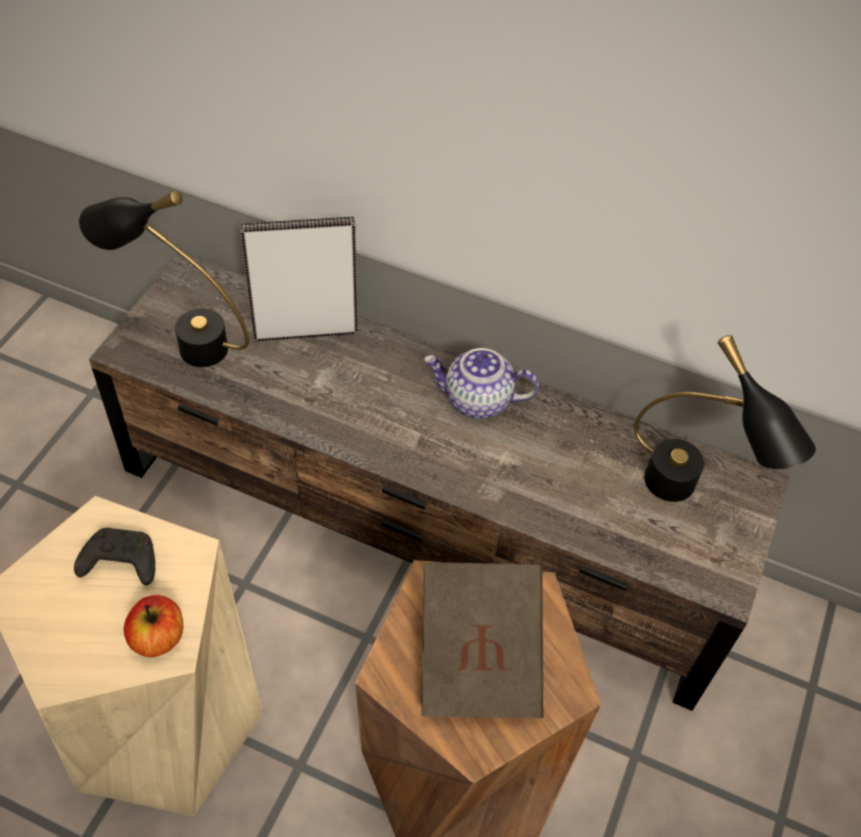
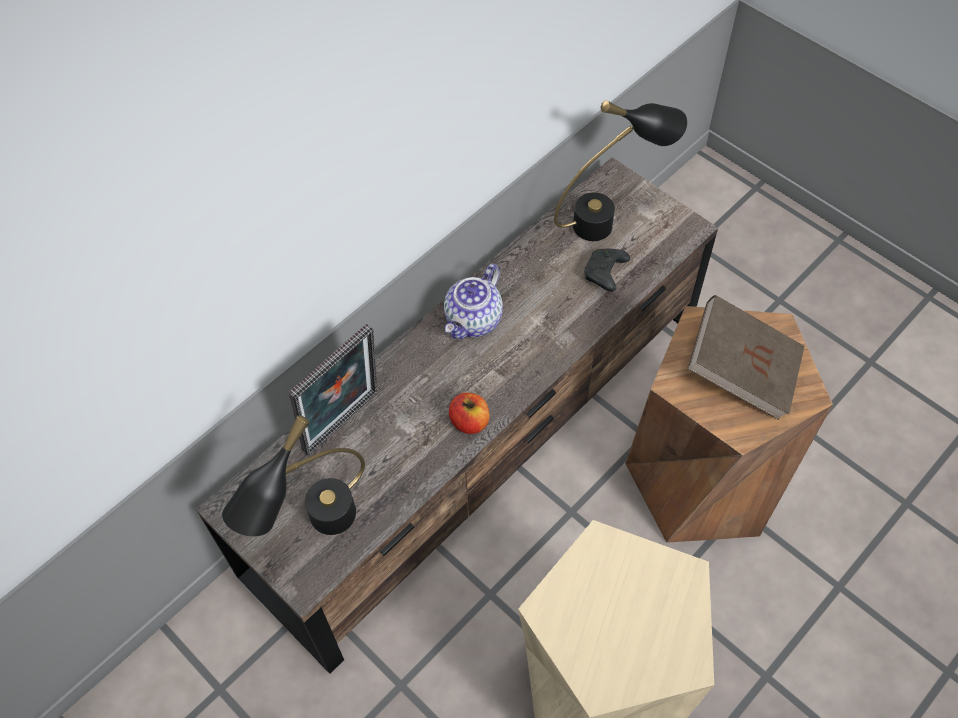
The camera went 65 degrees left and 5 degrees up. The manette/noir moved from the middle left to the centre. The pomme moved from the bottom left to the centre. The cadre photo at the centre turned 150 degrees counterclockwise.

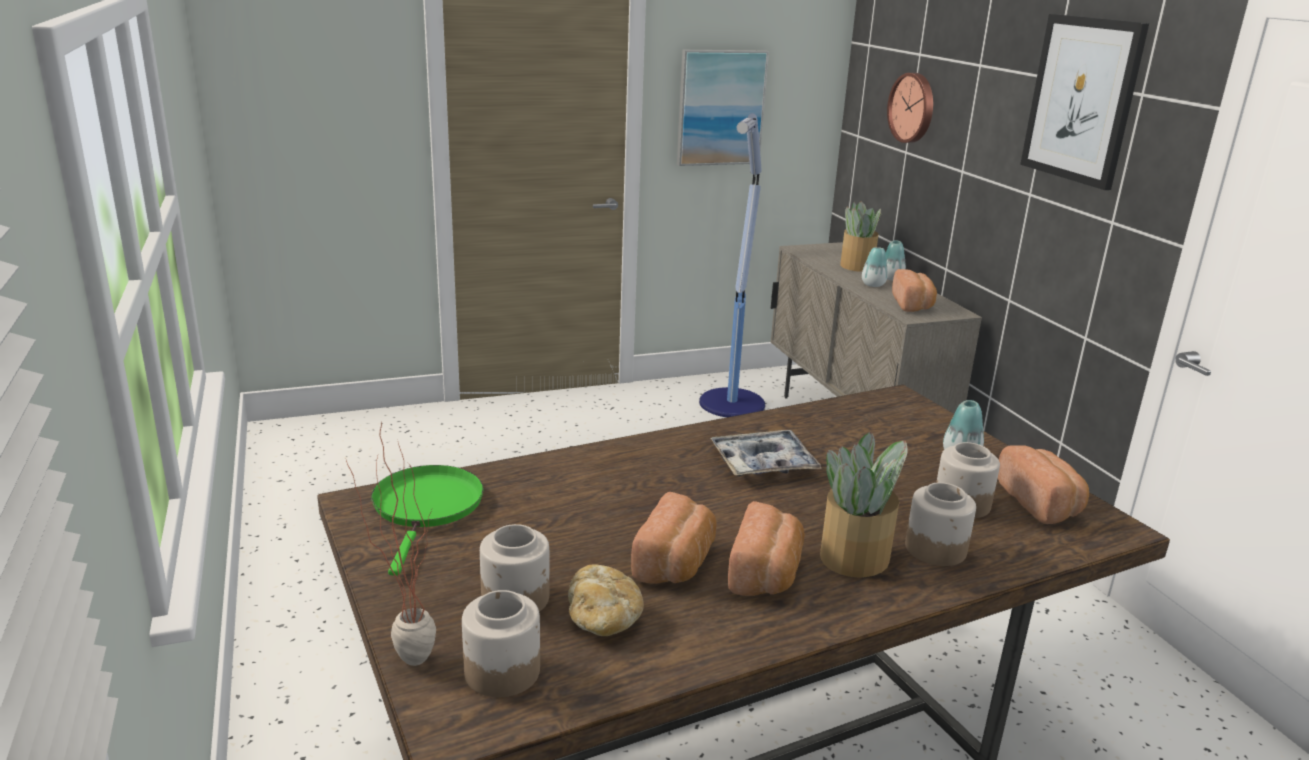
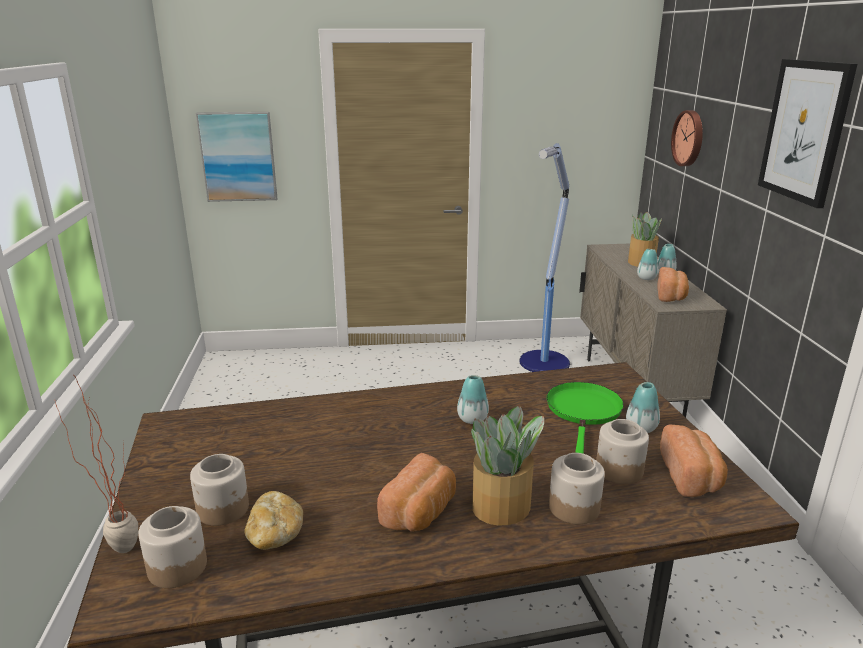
The camera went 15 degrees right and 0 degrees up. The pain (2nd from left) at the bottom centre disappeared. The poêle/vert moved from the bottom left to the middle right. The tableau (1st from left) moved from the top centre to the top left. The plateau at the centre was replaced by the vase (1st from left) at the centre.

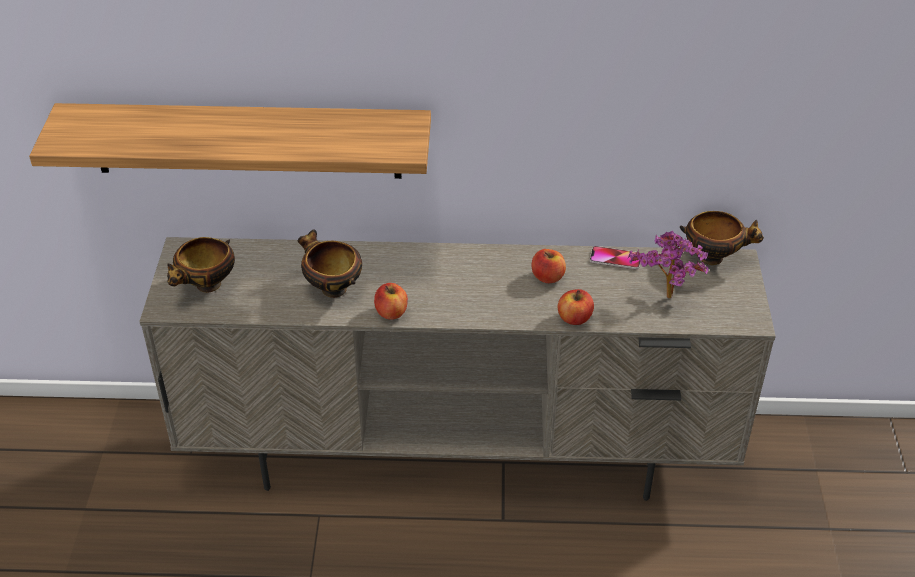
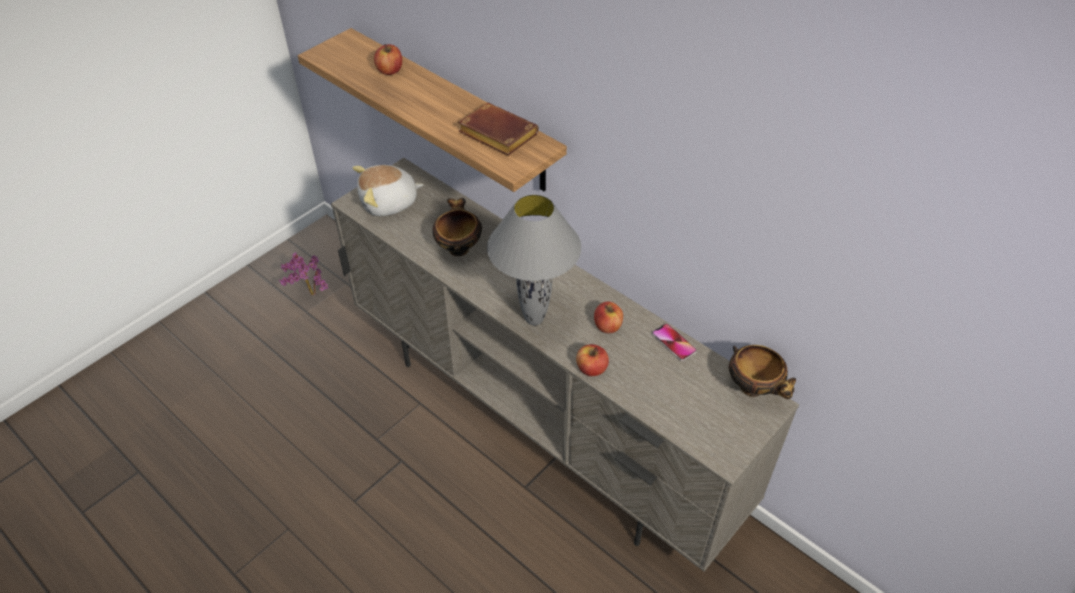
The camera went 40 degrees right and 5 degrees up. The livre/marron at the top centre appeared. The lampe de table/gris at the centre appeared. The pomme (1st from left) moved from the centre to the top centre. The plante en pot moved from the middle right to the middle left. The bol (1st from left) at the middle left was replaced by the peluche at the top centre.

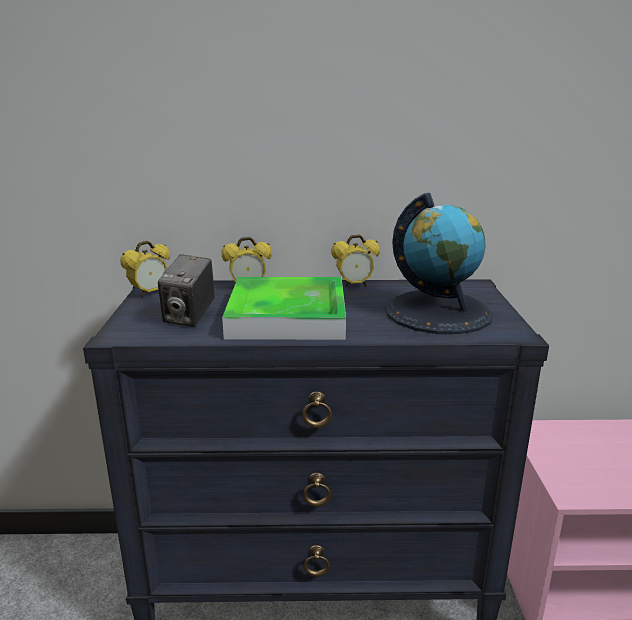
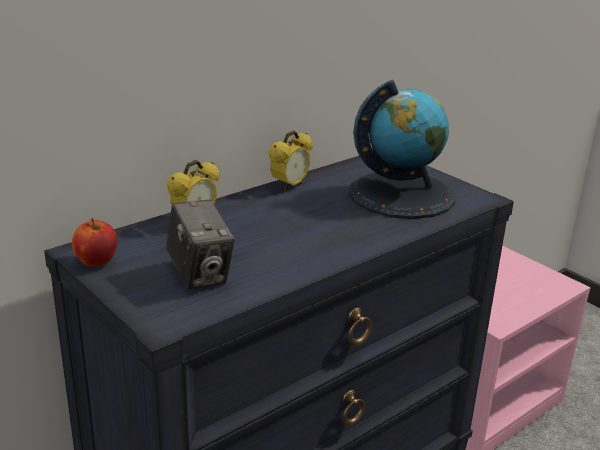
The camera went 40 degrees left and 5 degrees up. The plateau at the centre disappeared. The réveil (1st from left) at the middle left was replaced by the pomme at the middle left.

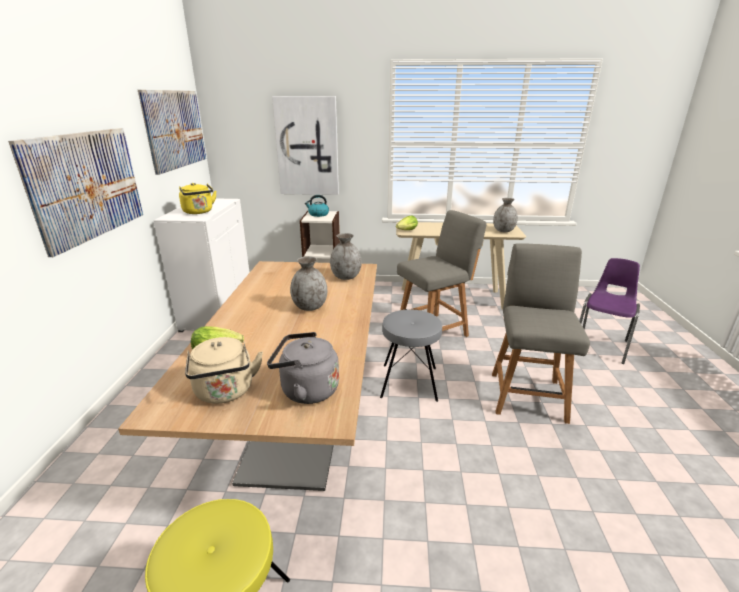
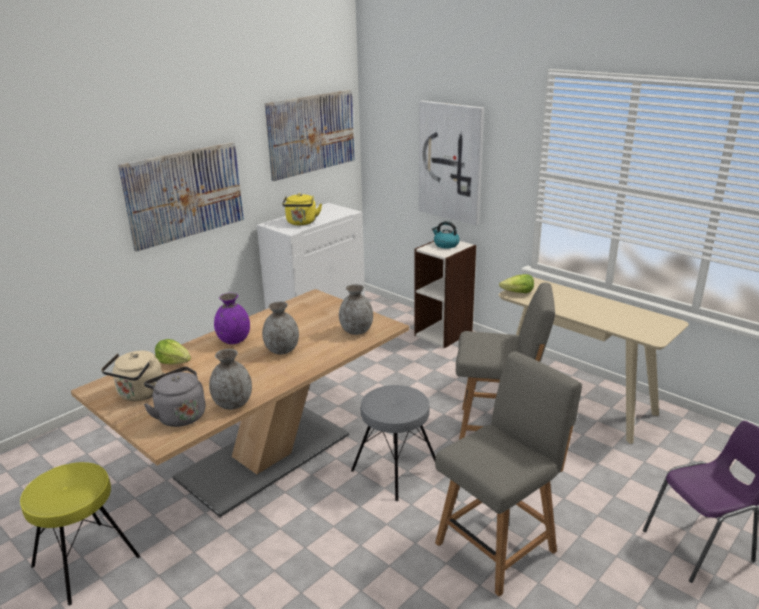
The camera went 40 degrees right and 0 degrees up. The vase/violet at the middle left appeared. The vase/gris (3rd from left in the first image) moved from the middle right to the middle left.

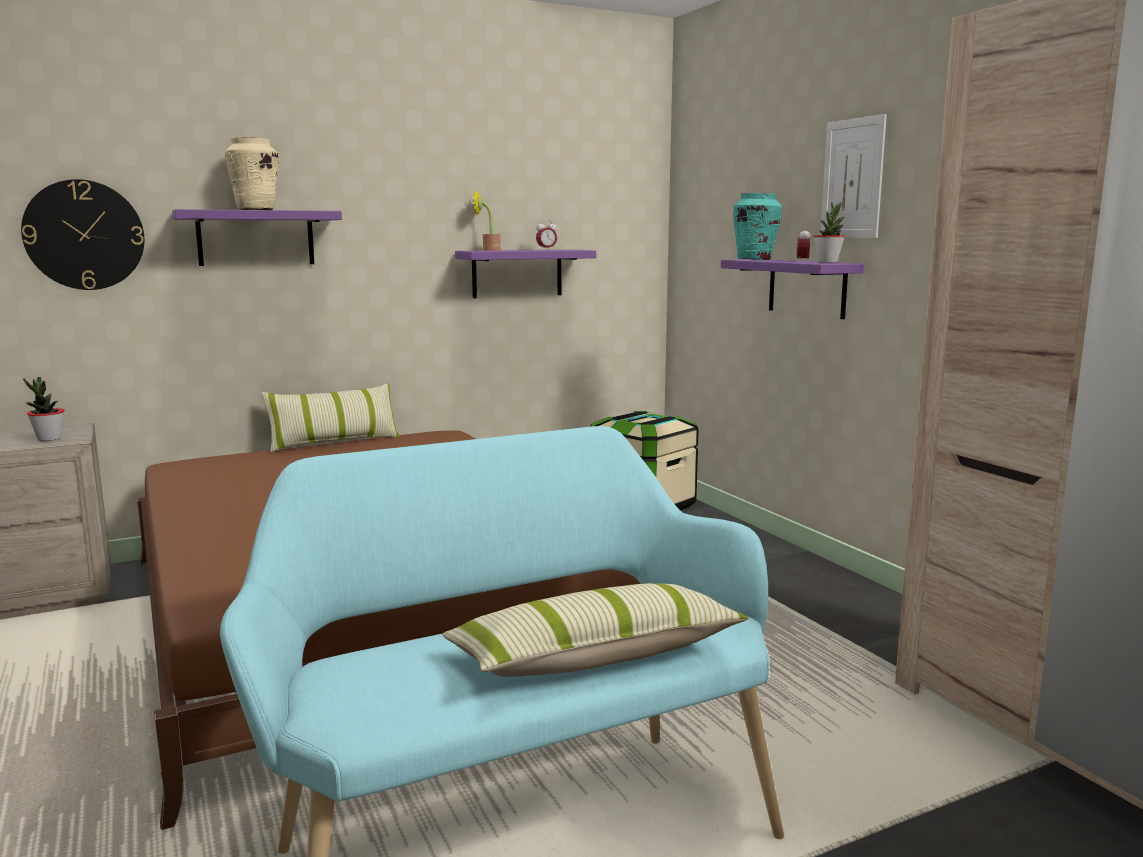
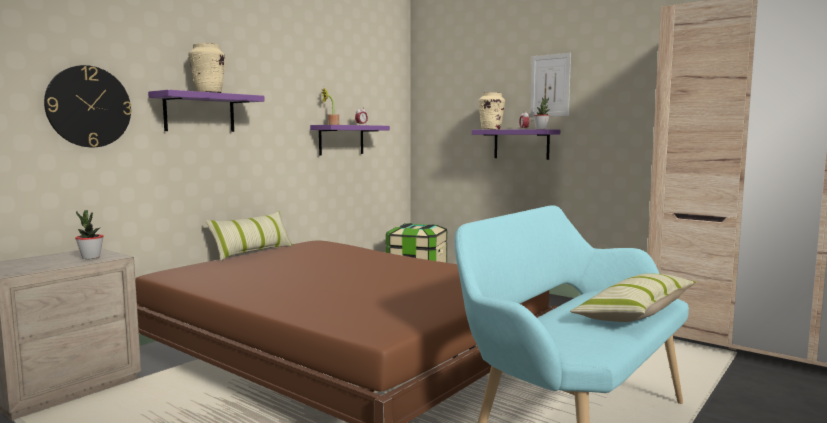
The camera went 25 degrees left and 5 degrees down. The vase/turquoise at the top centre became the vase/beige (2nd from left) at the top centre.

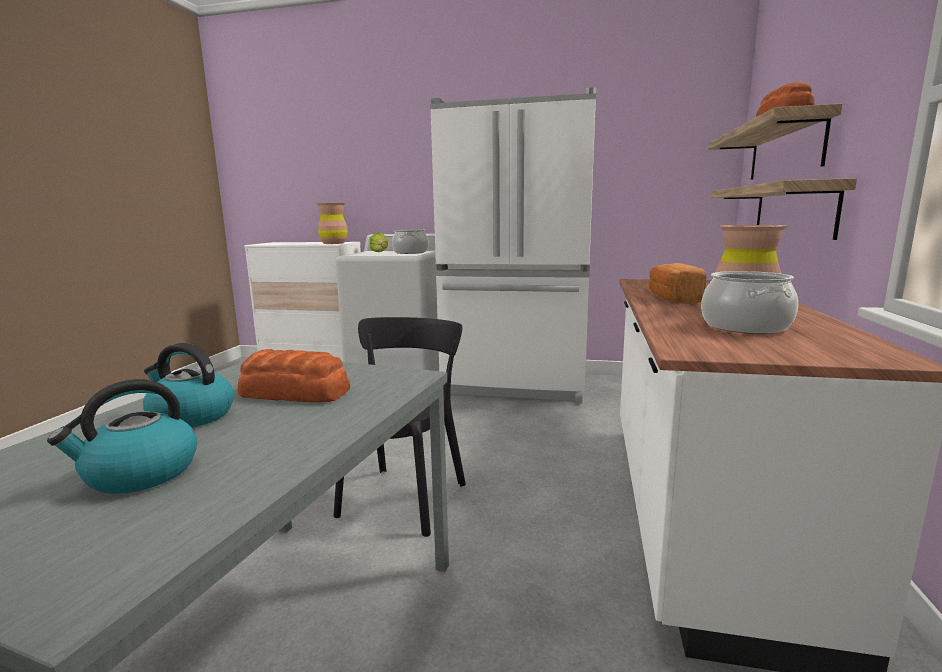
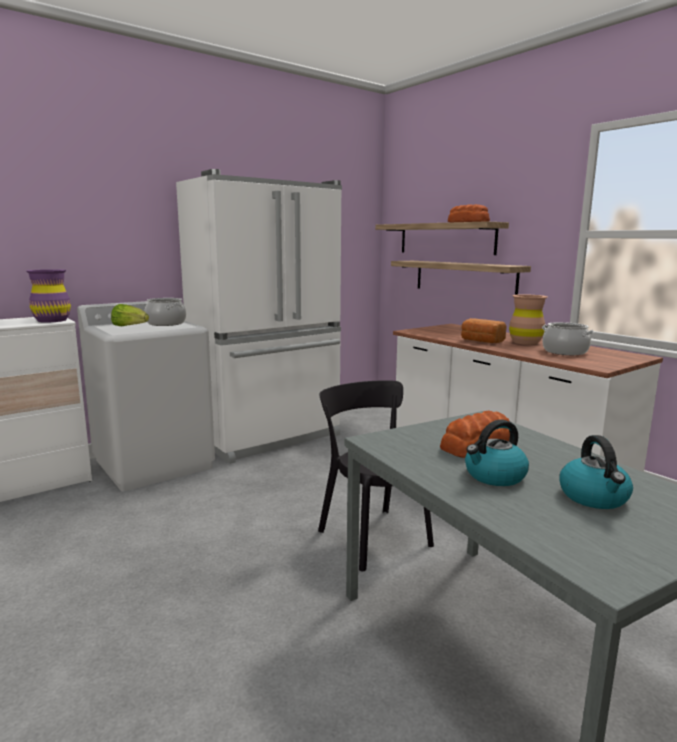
The camera went 50 degrees left and 0 degrees up. The vase/marron (1st from left) at the top centre became the vase/violet at the middle left.

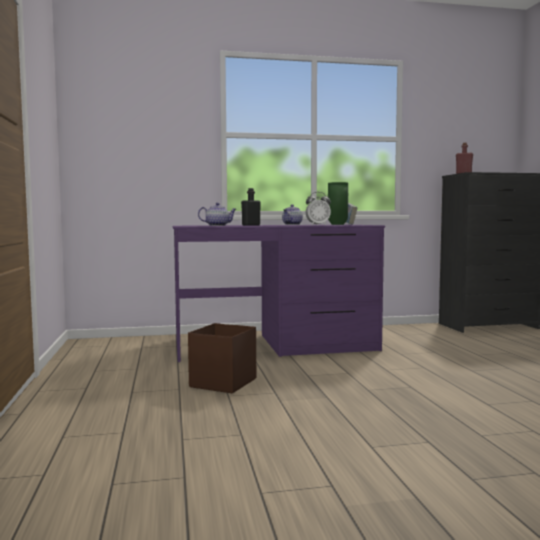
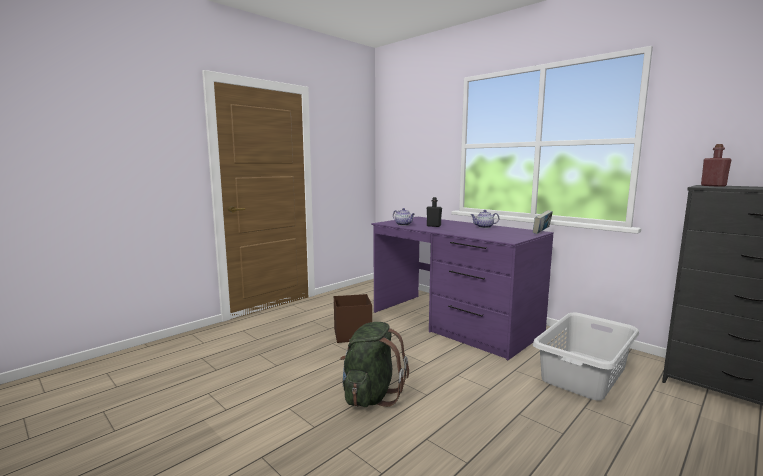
The camera went 55 degrees right and 5 degrees up. The réveil at the centre disappeared. The vase/vert at the centre disappeared. The sac à dos/vert at the bottom centre appeared. The panier à linge/gris at the bottom right appeared.

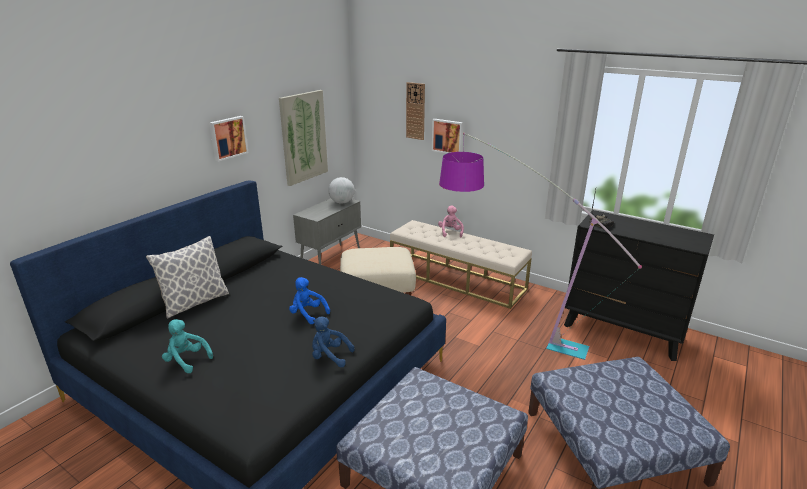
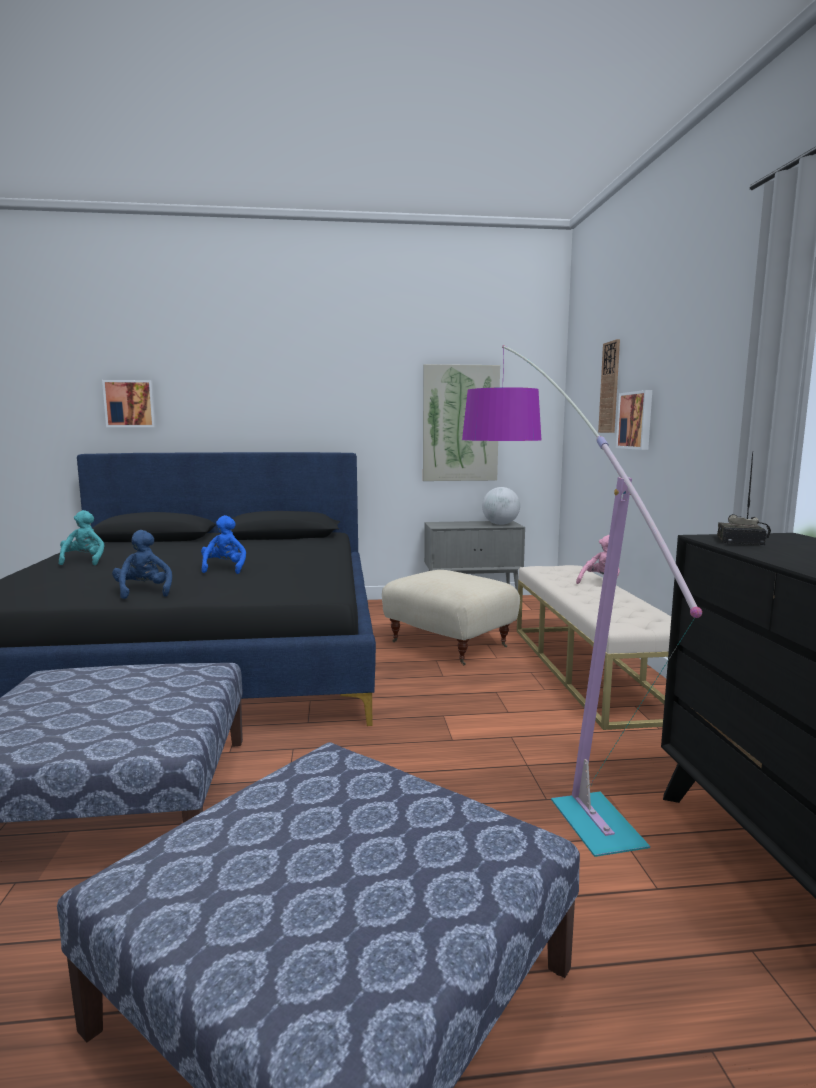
The camera went 50 degrees right and 15 degrees down. The coussin at the middle left disappeared. The tableau (1st from left) moved from the top left to the middle left.

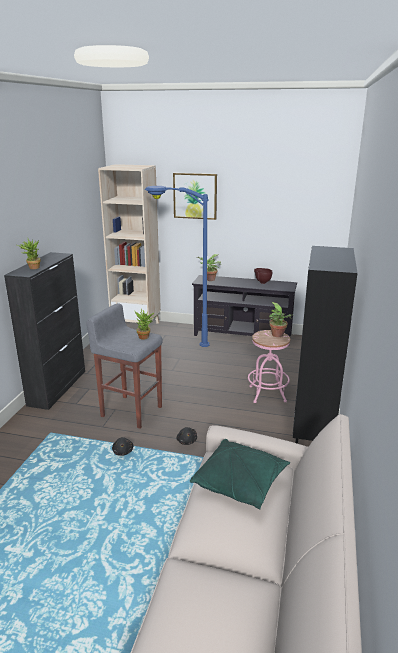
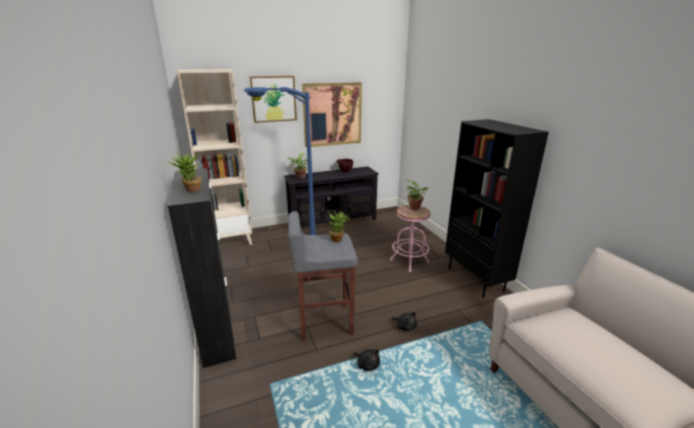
The camera went 35 degrees left and 0 degrees up. The coussin/vert at the bottom centre disappeared. The tableau (2nd from left) at the top centre appeared.

